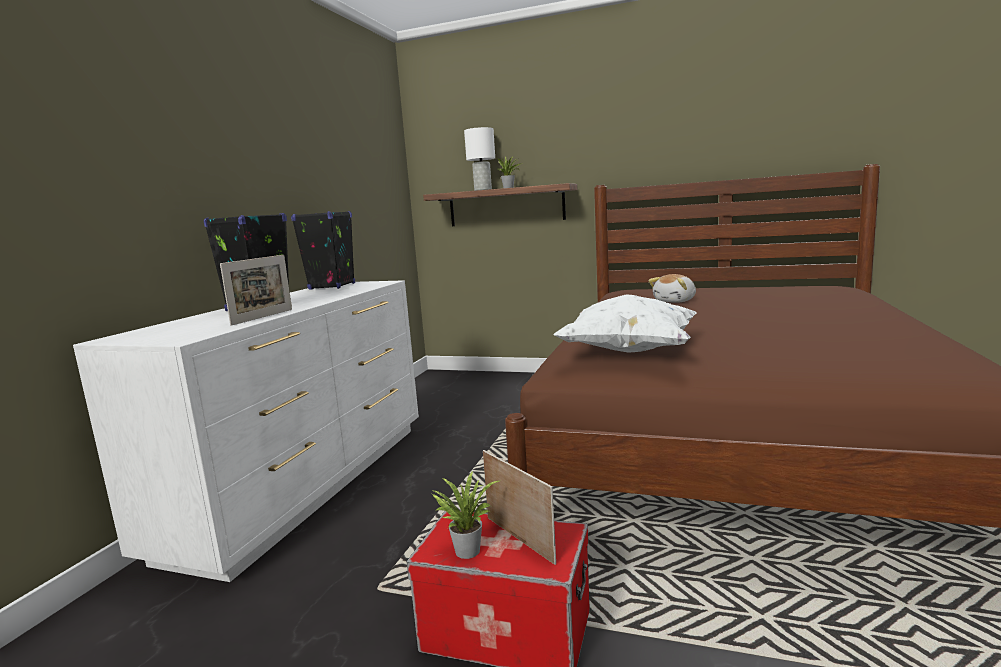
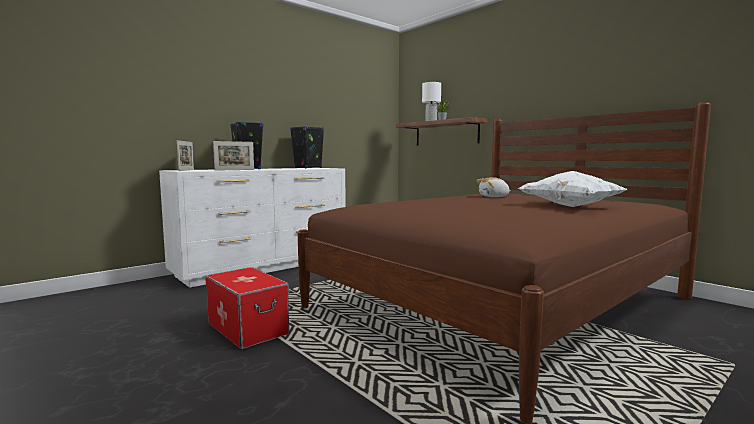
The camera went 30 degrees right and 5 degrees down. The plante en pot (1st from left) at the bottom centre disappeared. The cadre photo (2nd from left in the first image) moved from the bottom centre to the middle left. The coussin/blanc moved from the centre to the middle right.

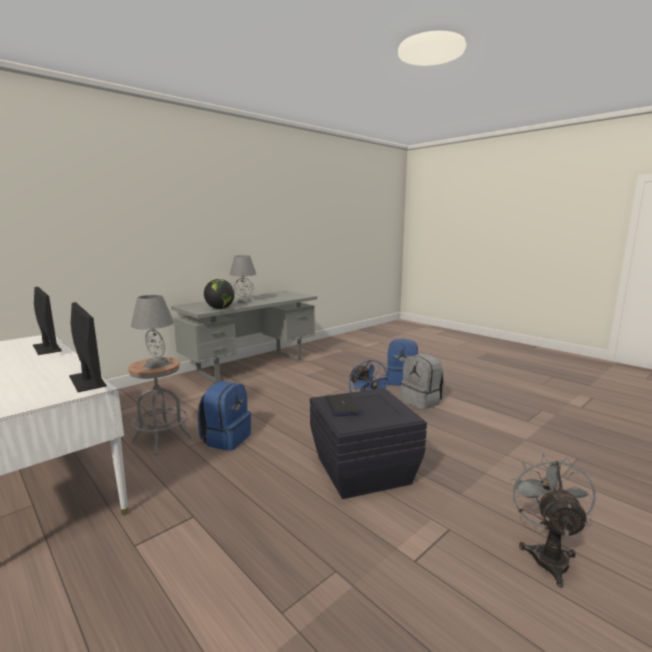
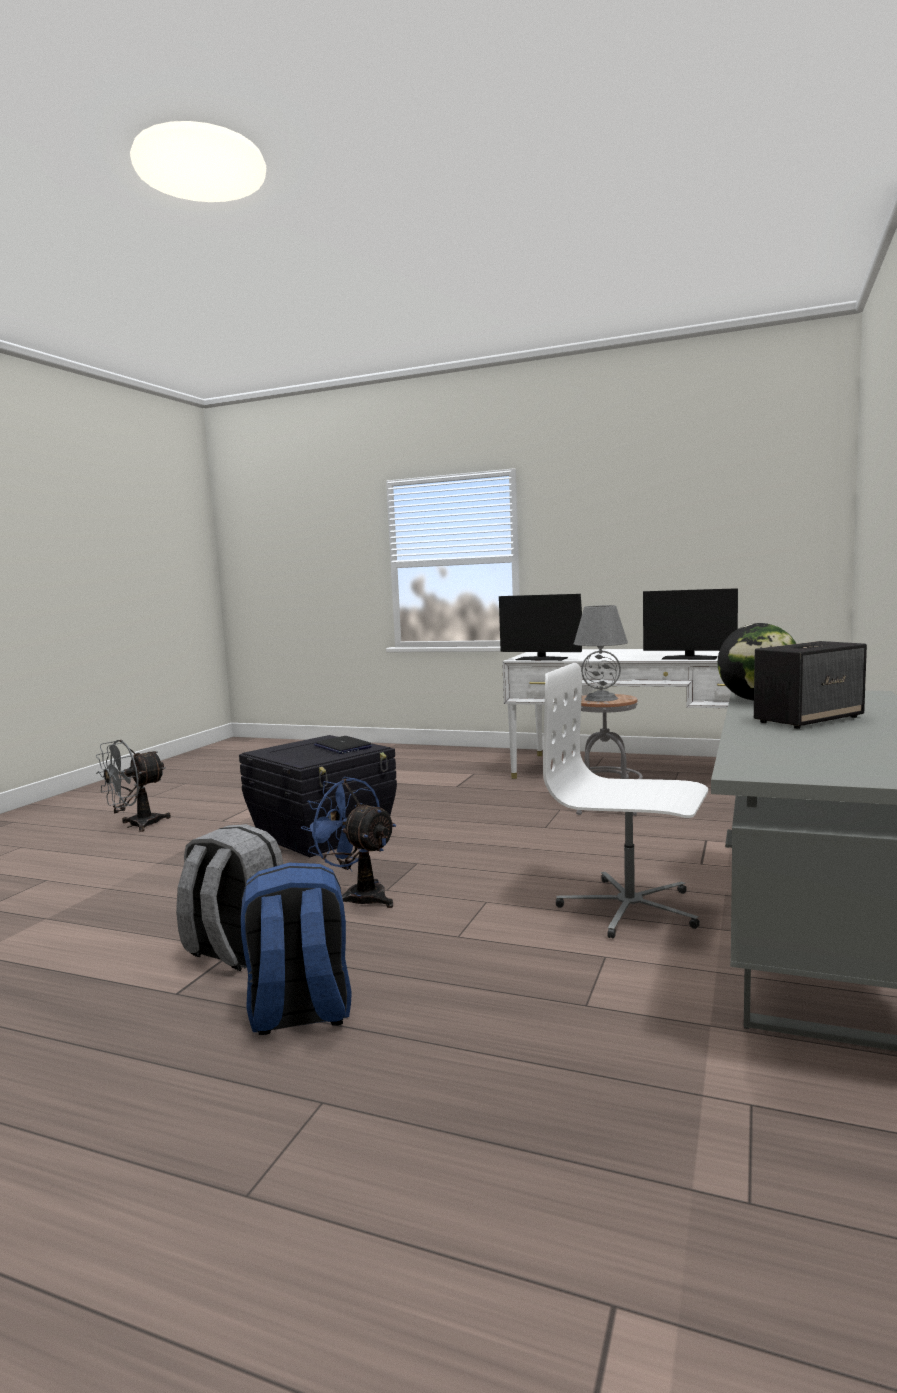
The camera went 155 degrees right and 5 degrees down. The sac à dos/bleu (1st from left) at the centre disappeared. The chaise de bureau/blanc at the middle right appeared. The lampe de table/gris (2nd from left) at the centre was replaced by the enceinte at the middle right. The ventilateur/gris at the bottom right turned 60 degrees clockwise.

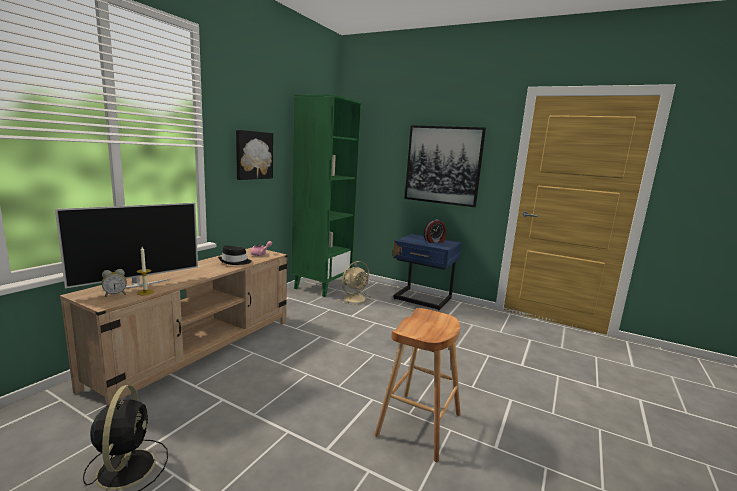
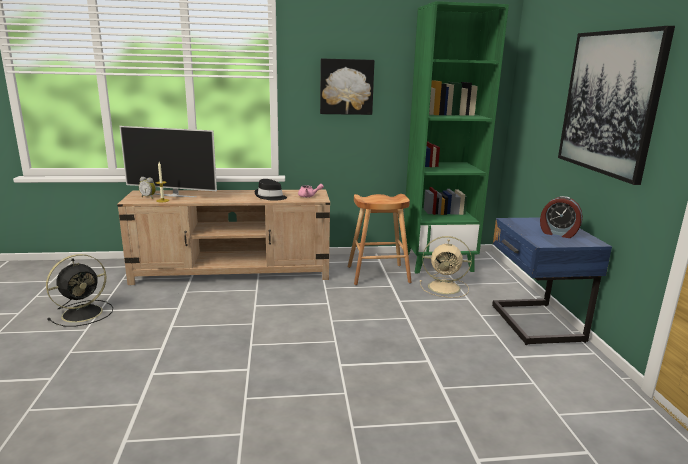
The camera went 55 degrees right and 5 degrees up. The tabouret/marron moved from the bottom centre to the centre.

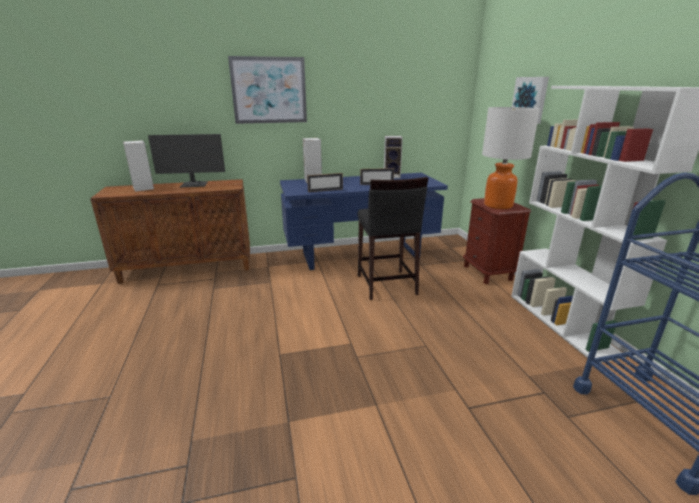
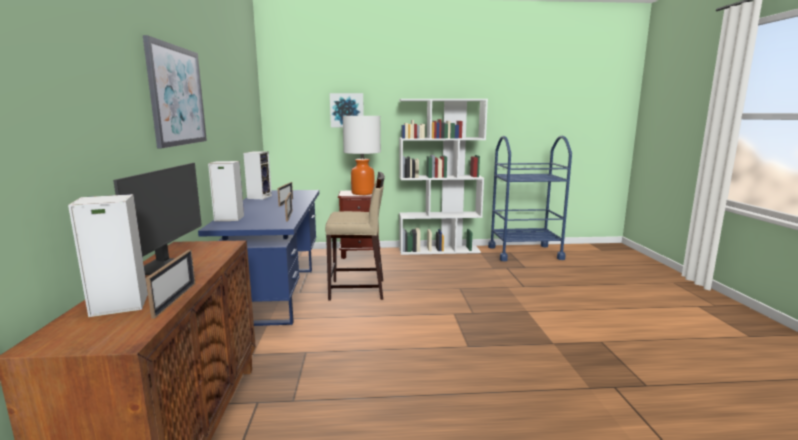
The camera went 80 degrees left and 10 degrees down. The cadre photo (1st from left) at the middle left appeared. The tabouret/noir at the centre became the tabouret/beige at the centre.

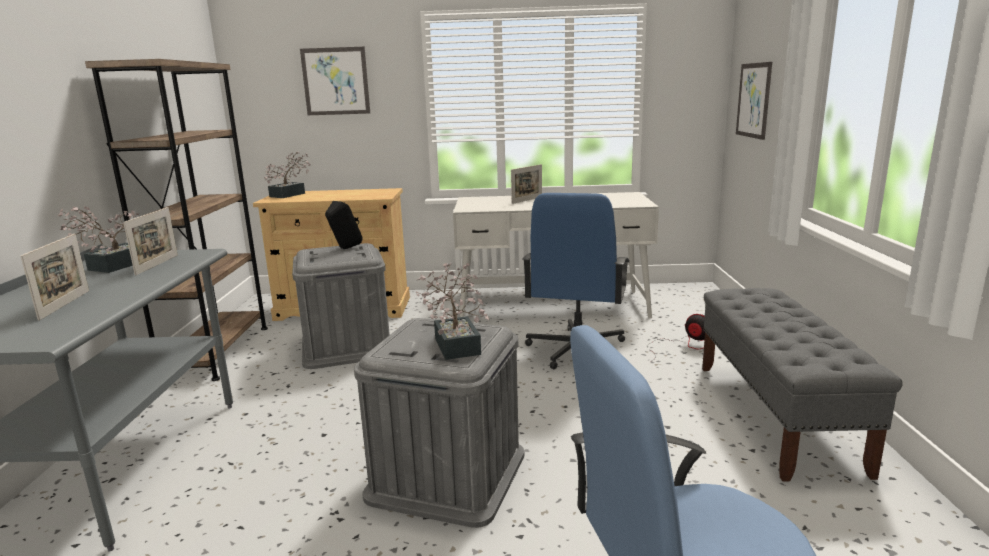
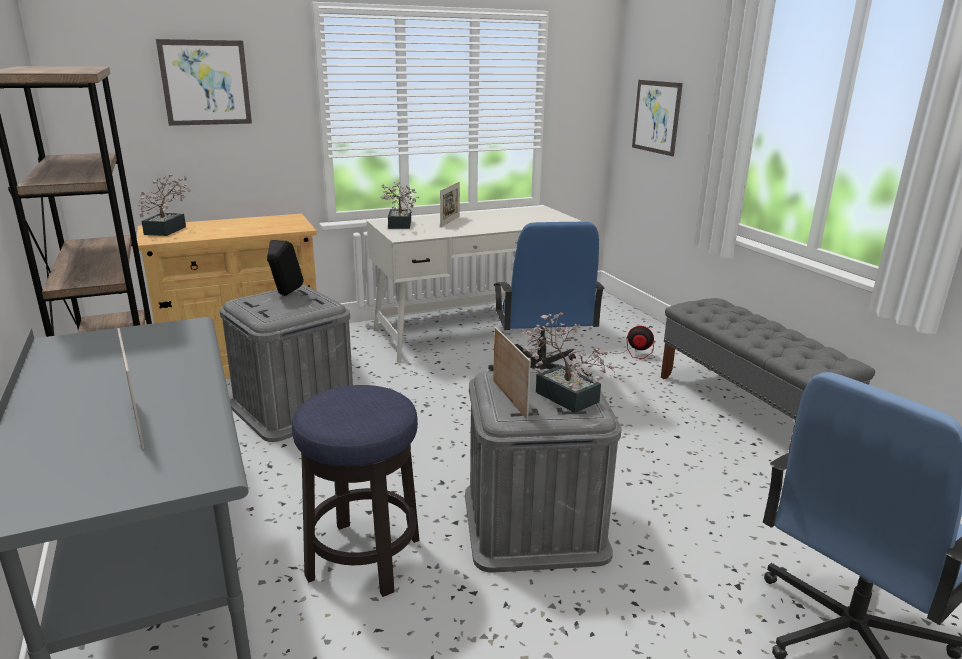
The camera went 25 degrees left and 5 degrees up. The tabouret at the bottom centre appeared. The plante en pot (1st from left in the first image) moved from the middle left to the top centre. The cadre photo (2nd from left in the first image) moved from the middle left to the centre.

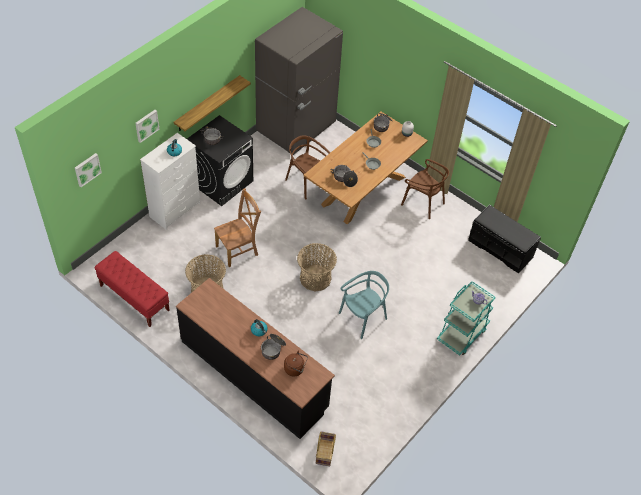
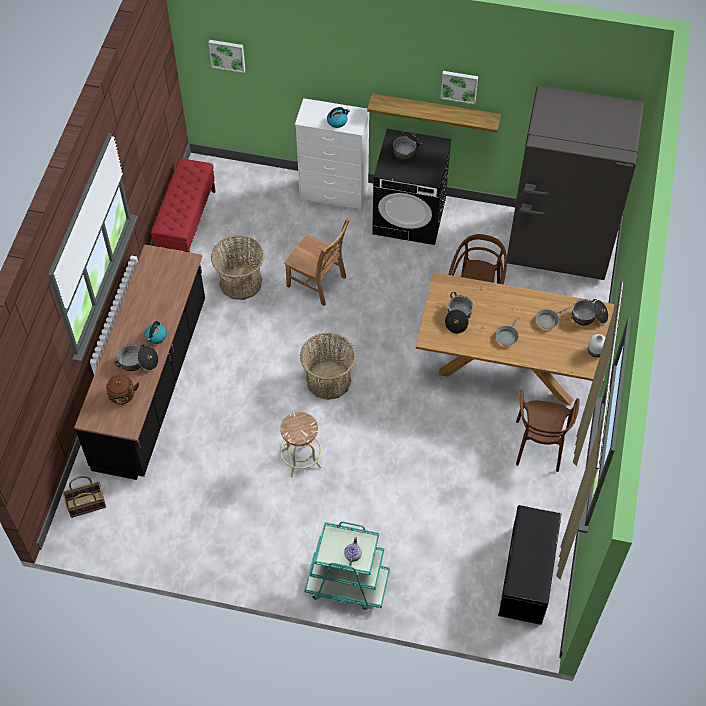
The camera went 65 degrees right and 5 degrees up. The tableau (2nd from left) moved from the top left to the top centre. The chaise/turquoise at the centre was replaced by the tabouret/beige at the centre.

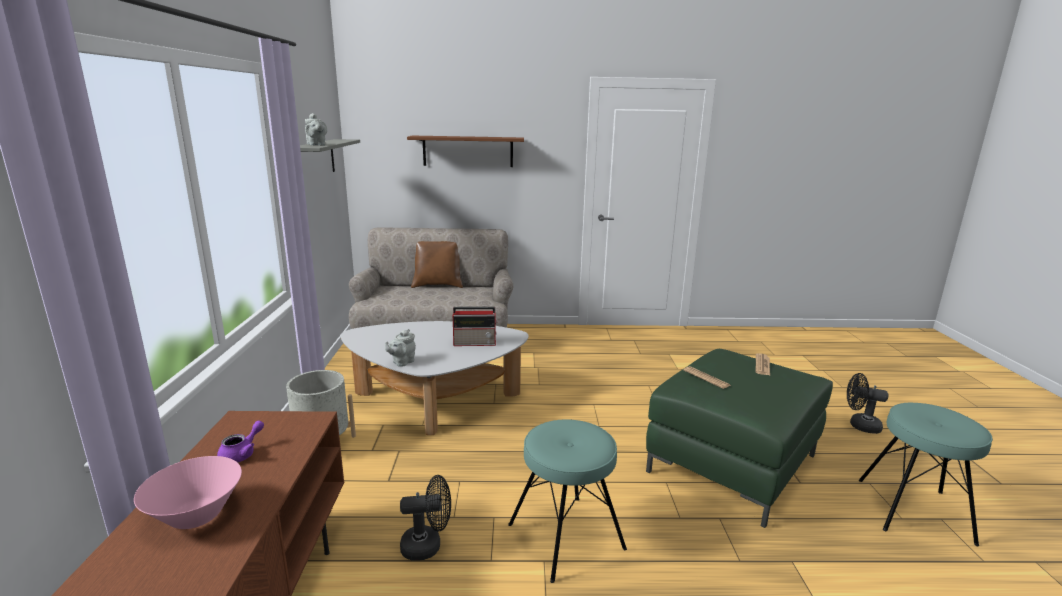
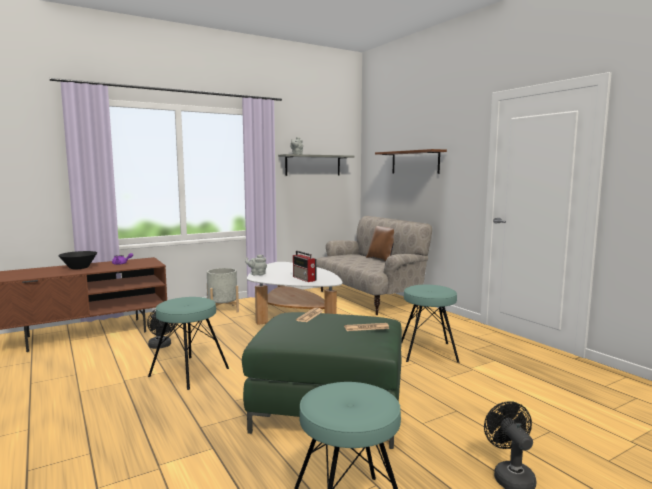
The camera went 60 degrees right and 10 degrees down. The tabouret/turquoise (3rd from left) at the centre appeared. The bol/rose at the bottom left became the bol/noir at the middle left.

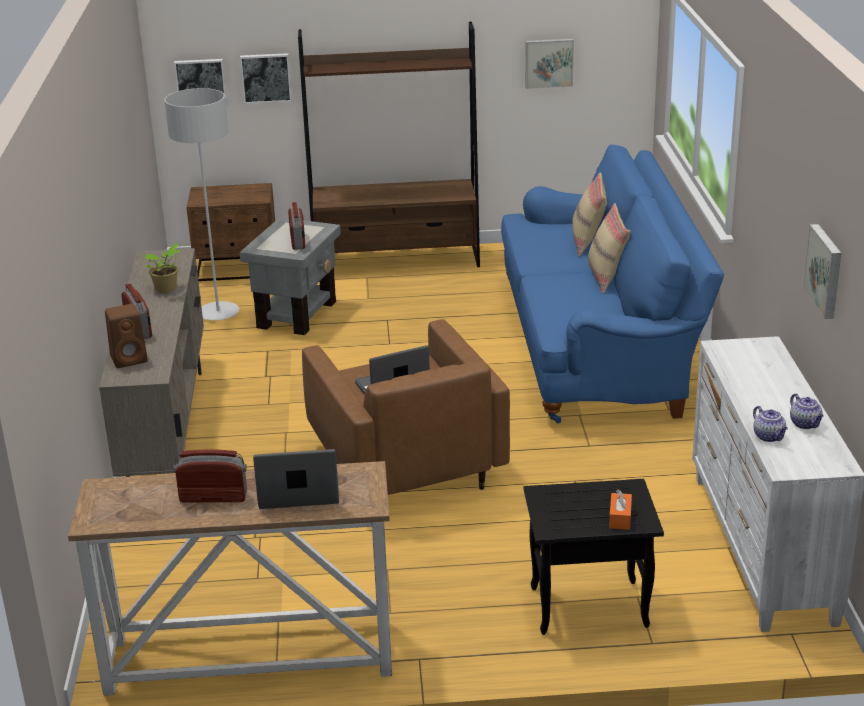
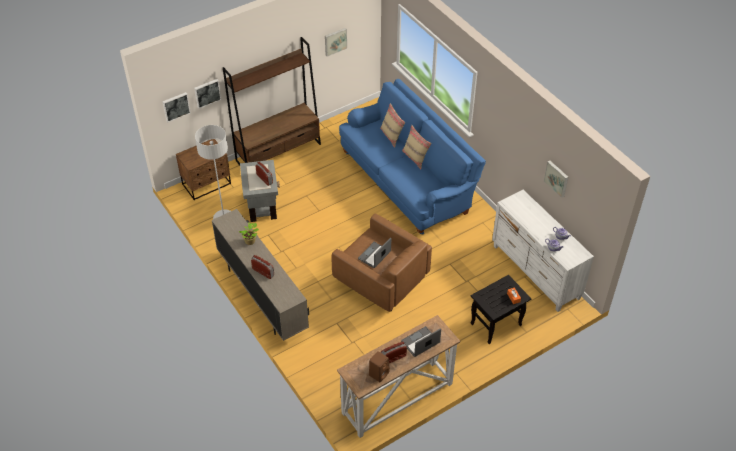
The camera went 30 degrees left and 20 degrees up. The enceinte/marron moved from the middle left to the bottom centre.

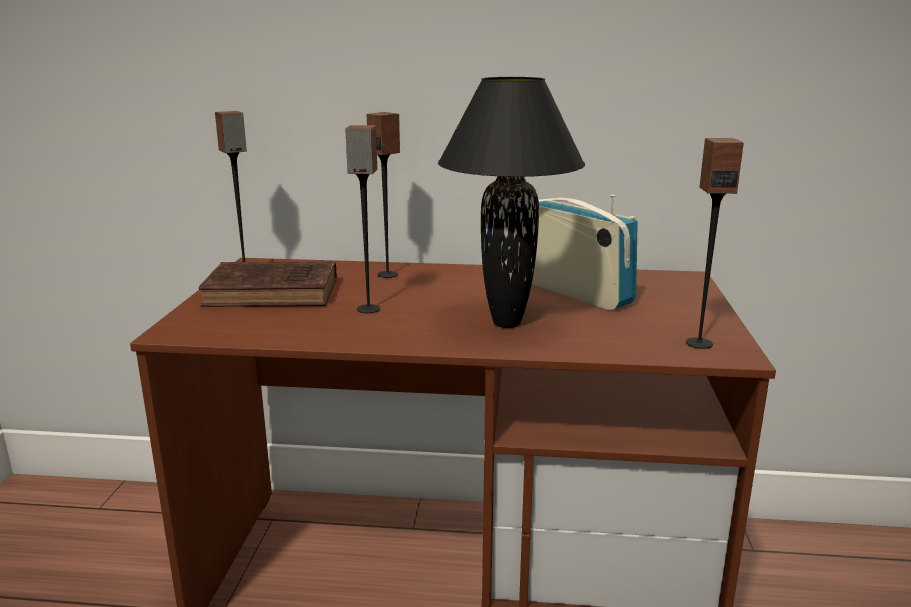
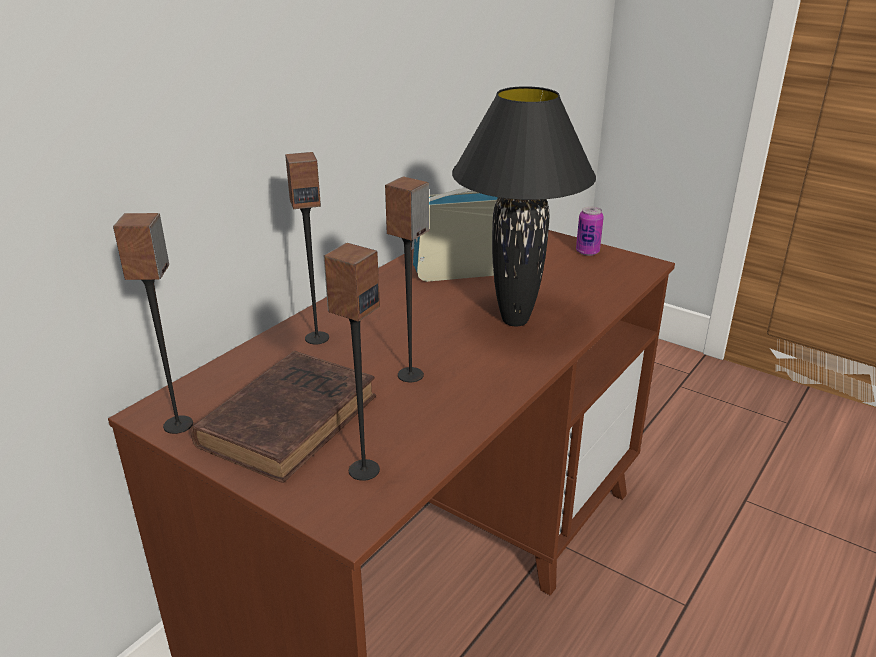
The camera went 60 degrees left and 10 degrees up. The boîte métallique at the middle right appeared. The enceinte (4th from left in the first image) moved from the middle right to the centre.

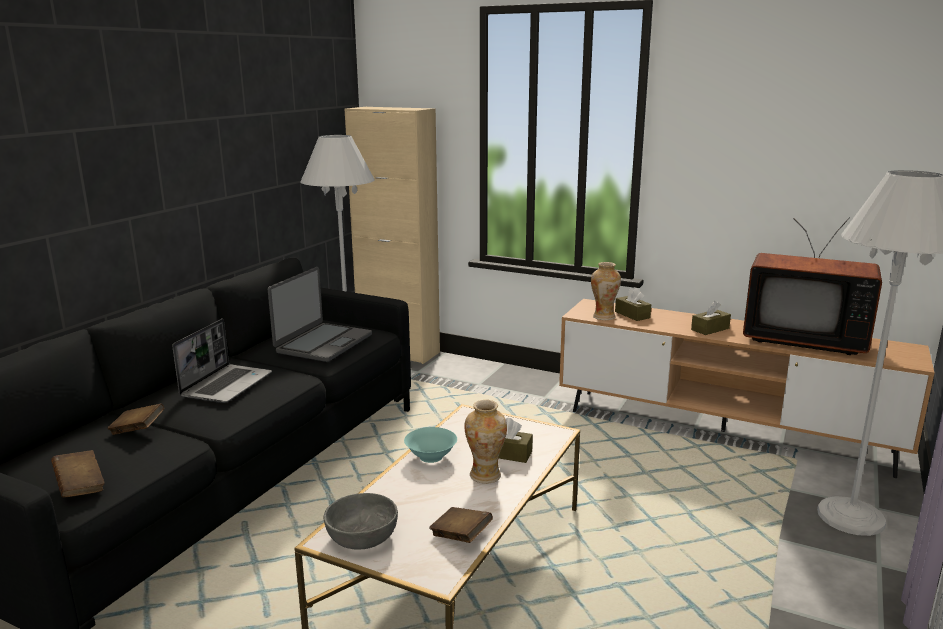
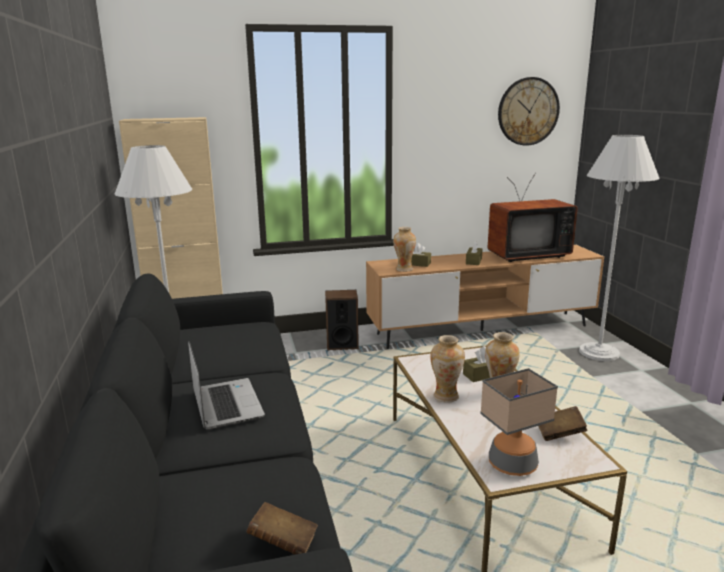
The camera went 40 degrees left and 0 degrees up. The livre/marron (2nd from left) at the middle left disappeared. The ordinateur portable (2nd from left) at the centre disappeared. The enceinte at the centre appeared. The horloge murale at the top right appeared. The bol/gris at the bottom centre was replaced by the lampe de table at the bottom right. The bol/turquoise at the bottom centre was replaced by the vase (2nd from left) at the centre.

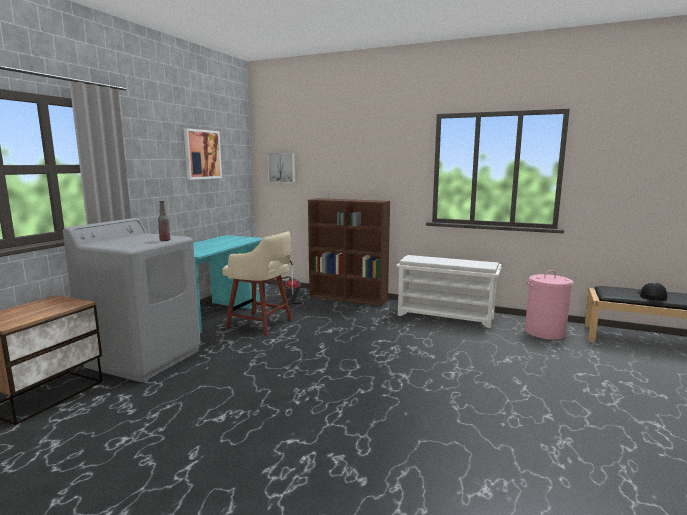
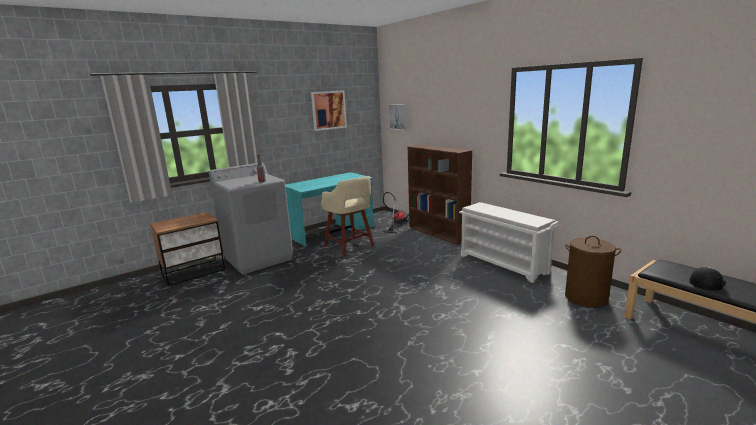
The camera went 30 degrees right and 5 degrees up. The panier à linge/rose at the middle right became the panier à linge/marron at the middle right.

